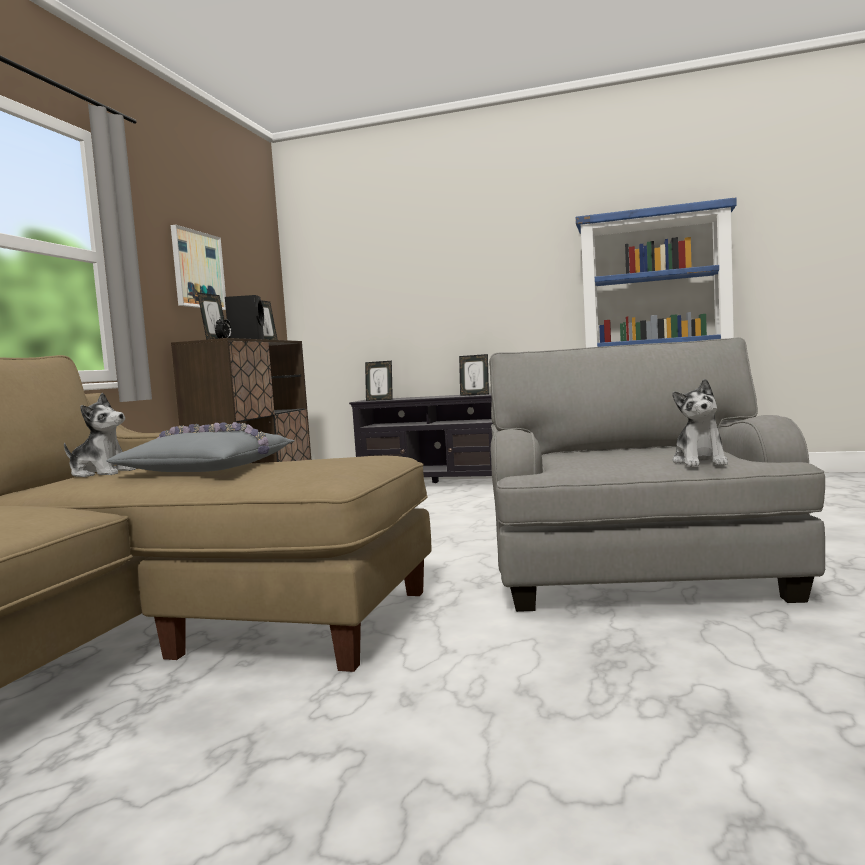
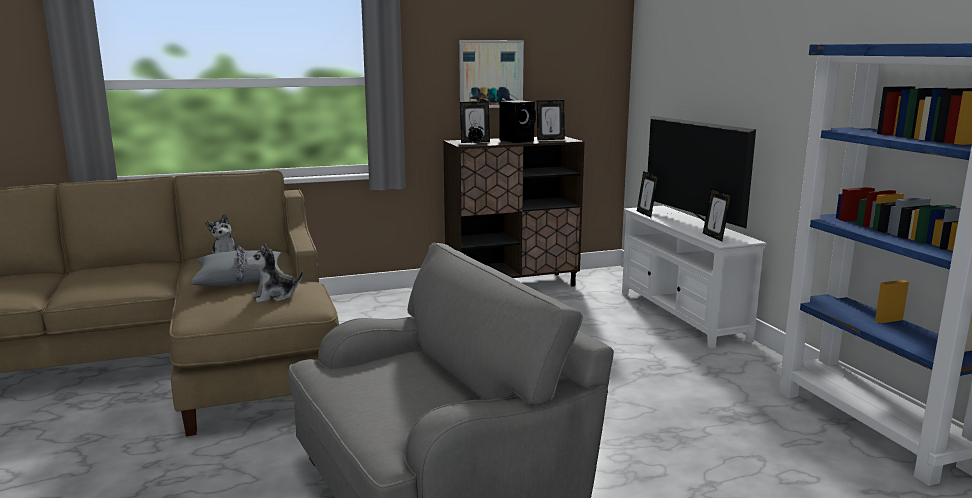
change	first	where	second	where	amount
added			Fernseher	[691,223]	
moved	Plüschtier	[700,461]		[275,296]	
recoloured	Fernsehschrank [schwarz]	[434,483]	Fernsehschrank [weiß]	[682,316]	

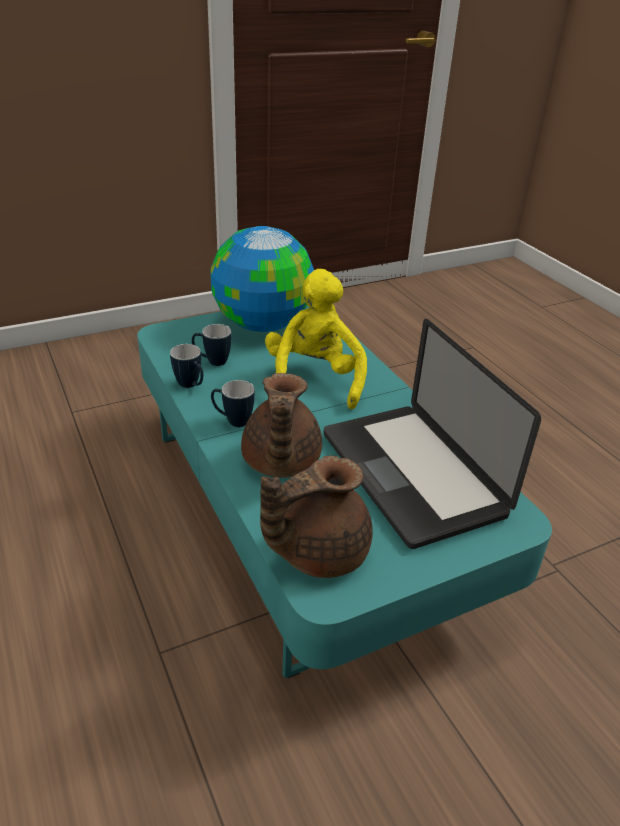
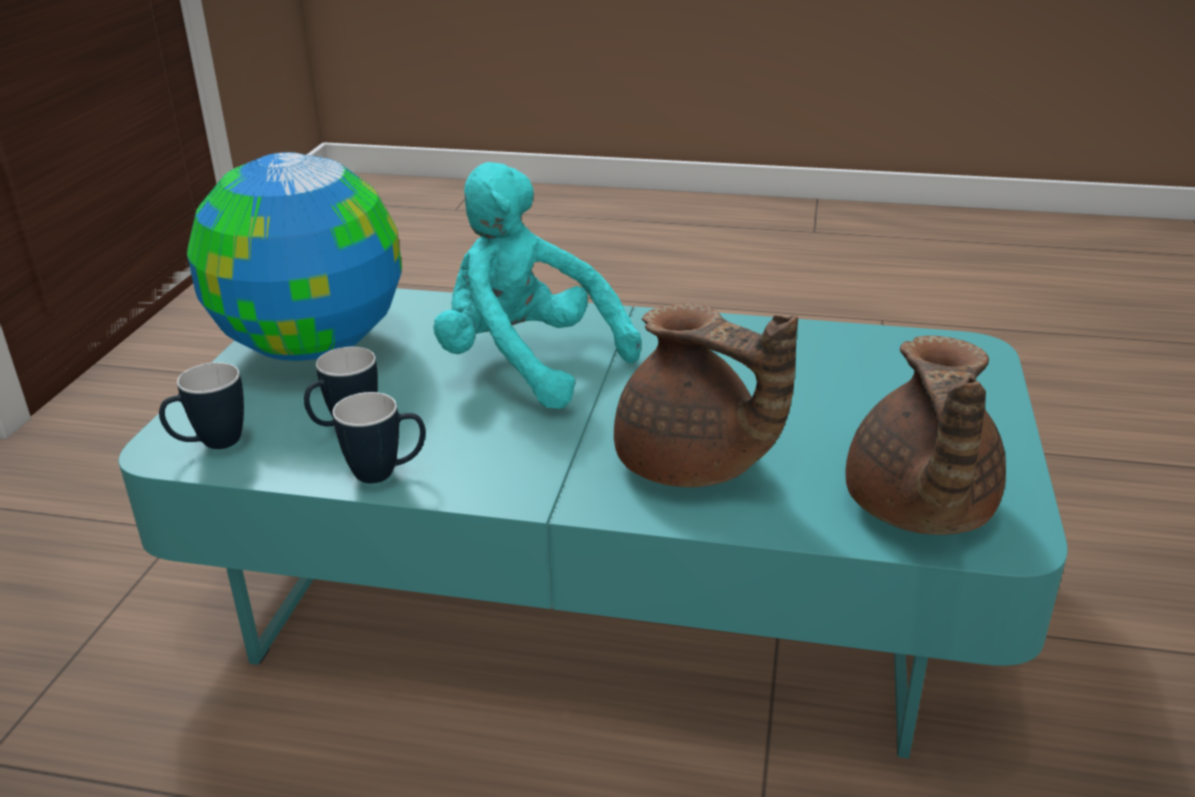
change	first	where	second	where	amount
removed	Laptop	[411,474]			
moved	Henkelbecher	[232,421]		[211,445]	
recoloured	Plüschtier [gelb]	[314,380]	Plüschtier [türkis]	[526,364]	

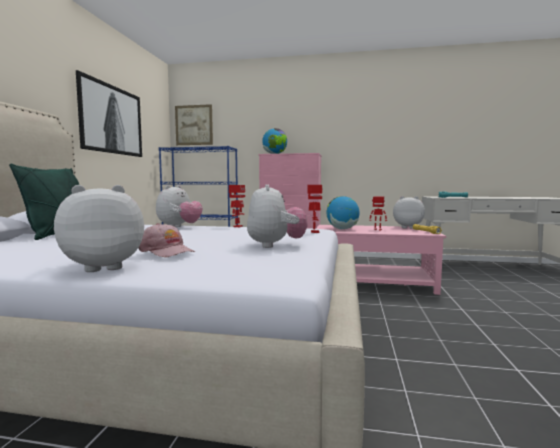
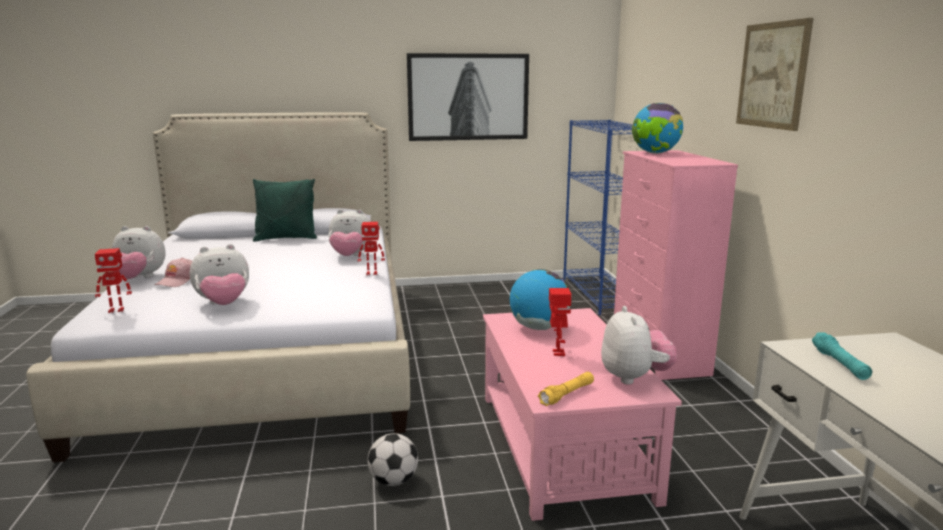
change	first	where	second	where	amount
added			Fußball	[393,481]	
moved	Bild	[194,125]		[772,75]	
moved	Spielzeugroboter	[314,232]		[116,310]	
turned	Plüschtier	[103,267]		[139,279]	135 degrees clockwise

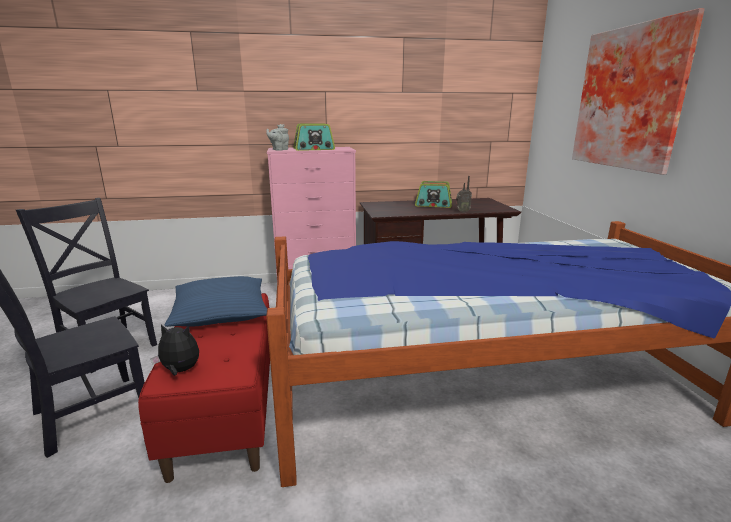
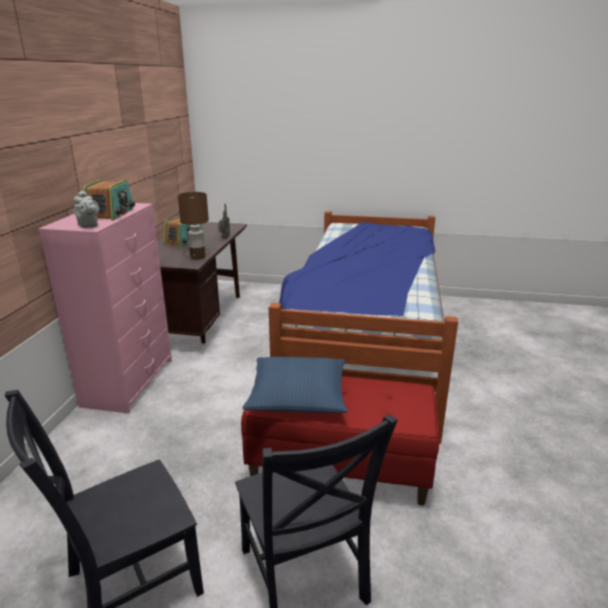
change	first	where	second	where	amount
removed	Plüschtier	[180,371]			
removed	Bild	[631,98]			
added			Tischlampe [braun]	[198,257]	

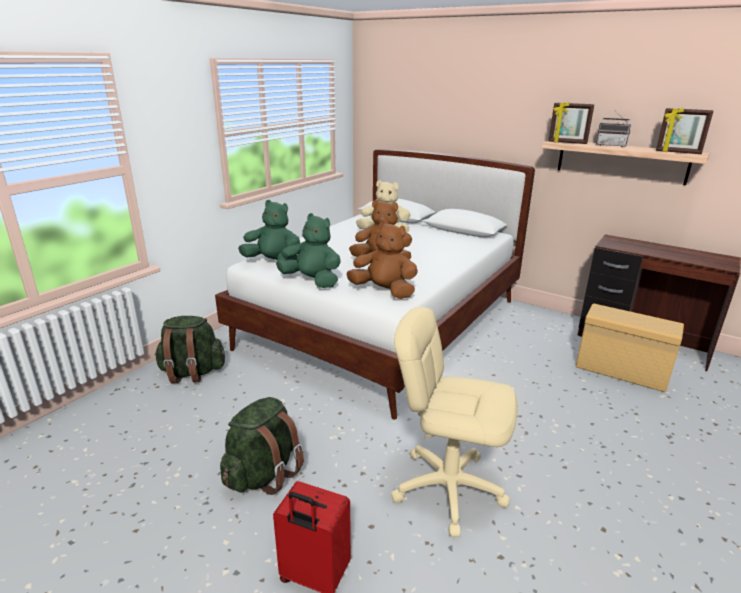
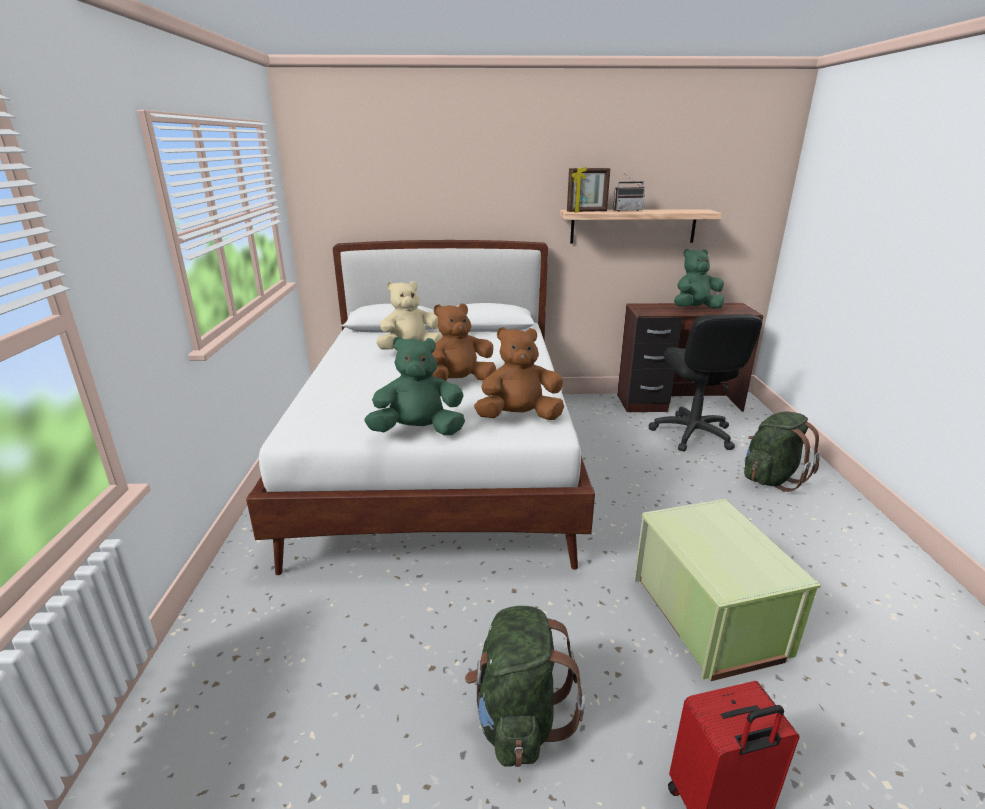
change	first	where	second	where	amount
removed	Bilderrahmen	[678,152]			
moved	Rucksack [grün]	[192,372]		[771,478]	
moved	Plüschtier [grün]	[273,262]		[695,309]	
replaced	Bürostuhl [beige]	[448,488]	Aufbewahrungsbox [grün]	[706,616]	
replaced	Aufbewahrungsbox [beige]	[619,371]	Bürostuhl [schwarz]	[692,434]	

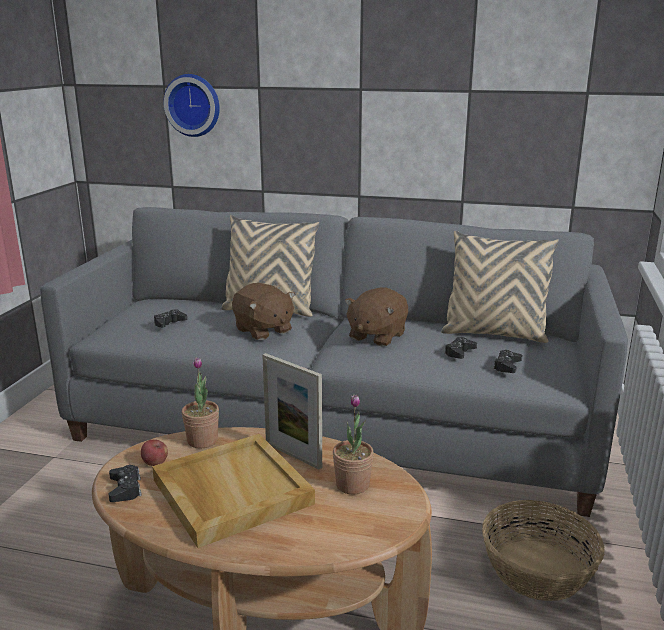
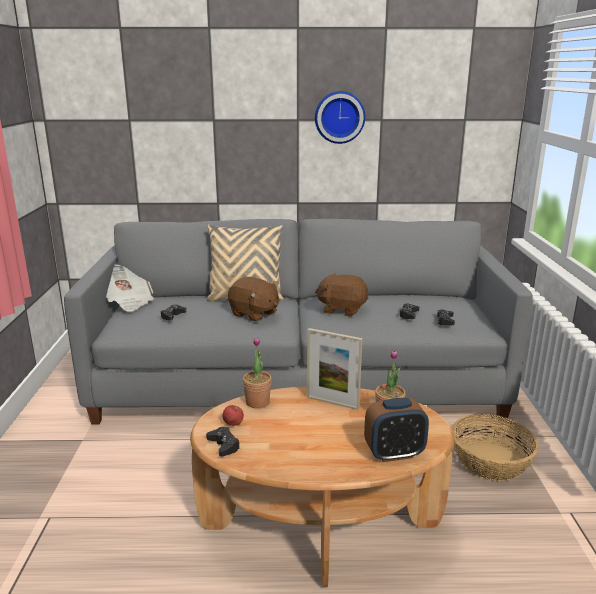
change	first	where	second	where	amount
removed	Tablett [beige]	[230,491]			
removed	Kissen [beige]	[494,334]			
added			Zeitung	[127,301]	
added			Wecker	[394,453]	
moved	Wanduhr	[193,105]		[339,117]	
turned	Plüschtier [braun]	[376,336]		[342,309]	90 degrees clockwise

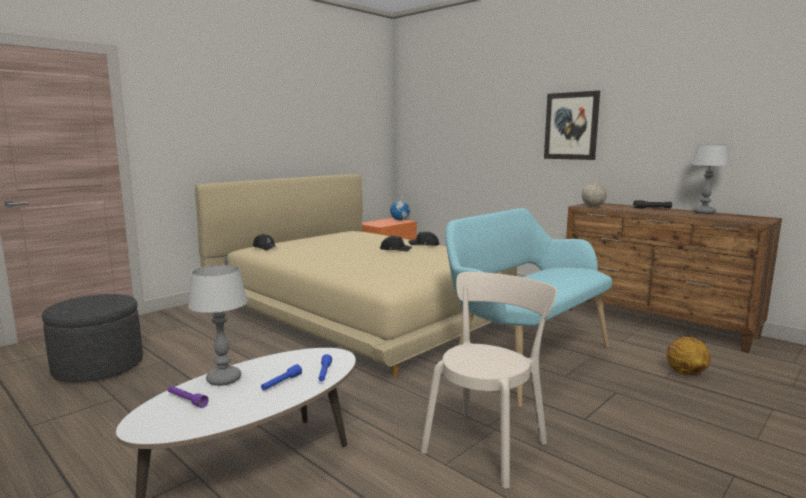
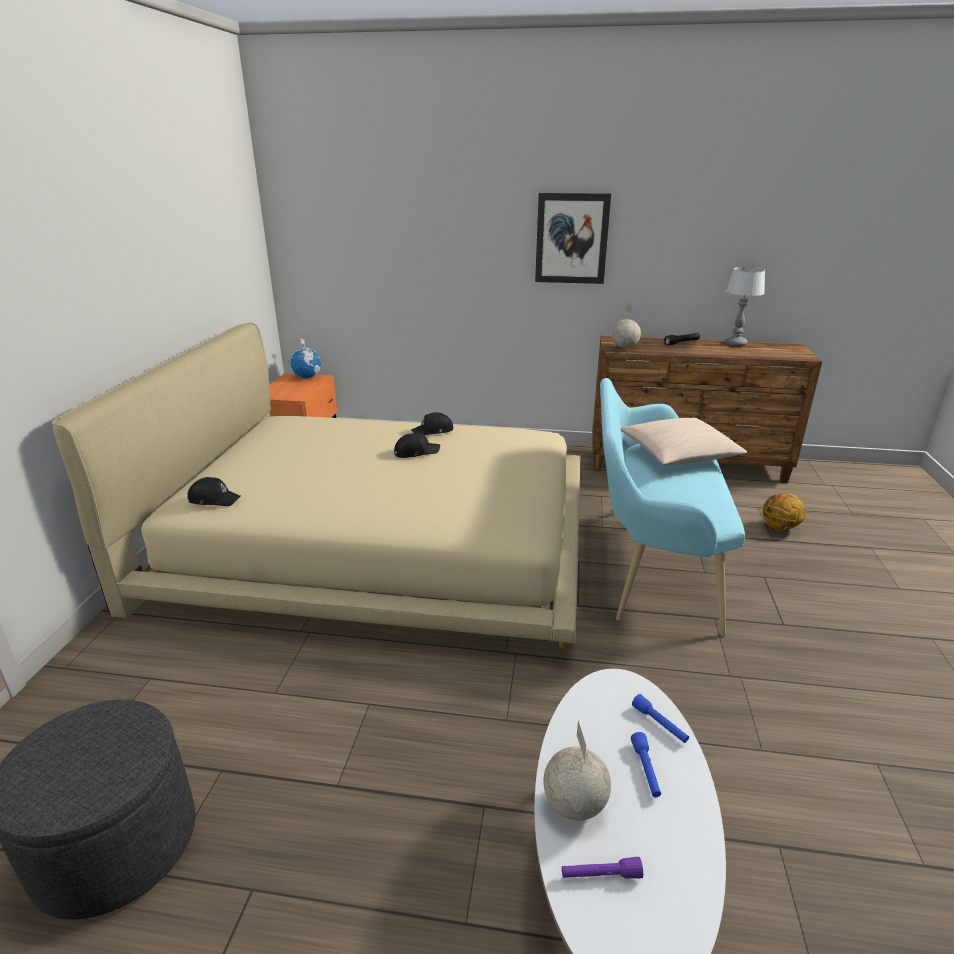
change	first	where	second	where	amount
removed	Stuhl [beige]	[487,444]			
added			Kissen [beige]	[678,454]	
replaced	Tischlampe	[223,379]	Globus	[574,805]	

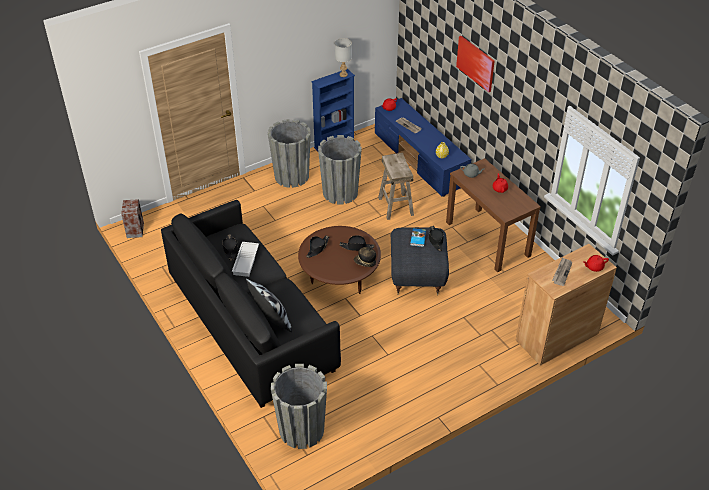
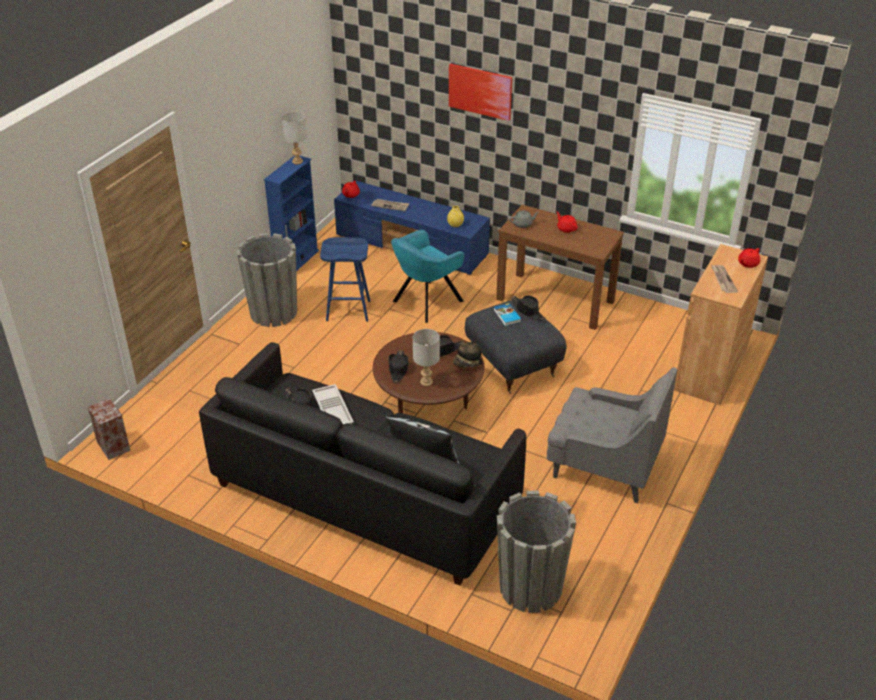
change	first	where	second	where	amount
added			Tischlampe [grau]	[426,382]	
added			Sessel [grau]	[603,466]	
replaced	Pflanzkübel [grau]	[340,193]	Hocker [blau]	[349,310]	
replaced	Hocker [beige]	[395,206]	Sessel [türkis]	[425,302]	

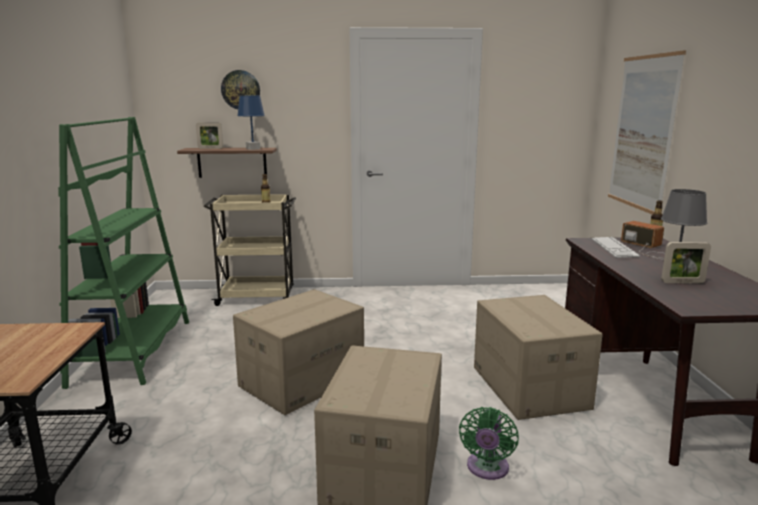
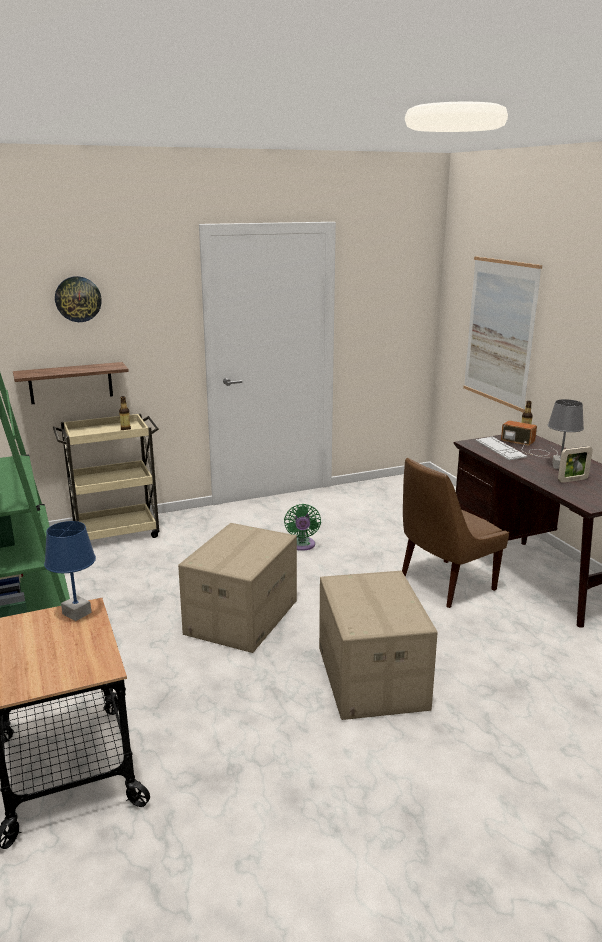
change	first	where	second	where	amount
removed	Bilderrahmen	[210,148]			
moved	Tischlampe [blau]	[253,149]		[77,613]	
moved	Ventilator [grün]	[487,469]		[302,546]	
replaced	Karton	[528,387]	Stuhl [braun]	[444,584]	

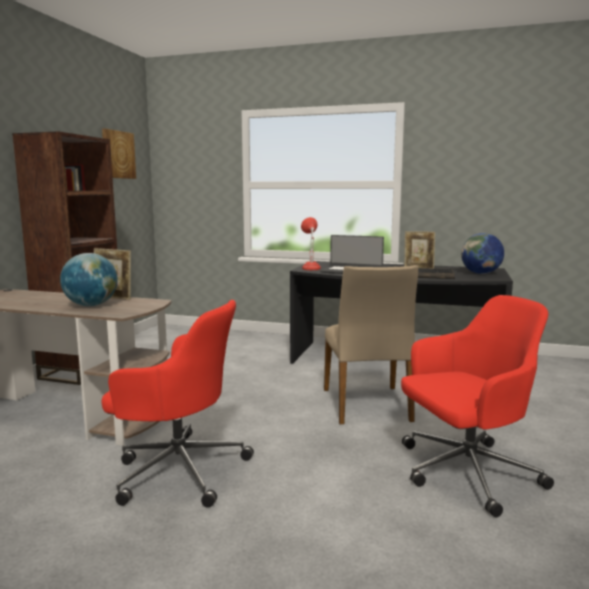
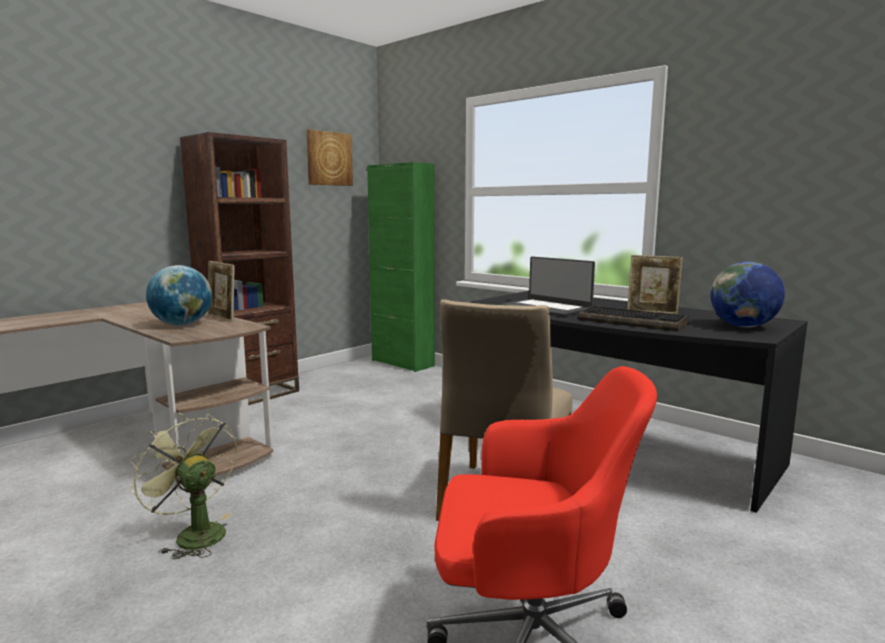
change	first	where	second	where	amount
removed	Tischlampe [rot]	[310,268]			
added			Schrank [grün]	[402,363]	
replaced	Bürostuhl [rot]	[178,469]	Ventilator [grün]	[193,534]	

